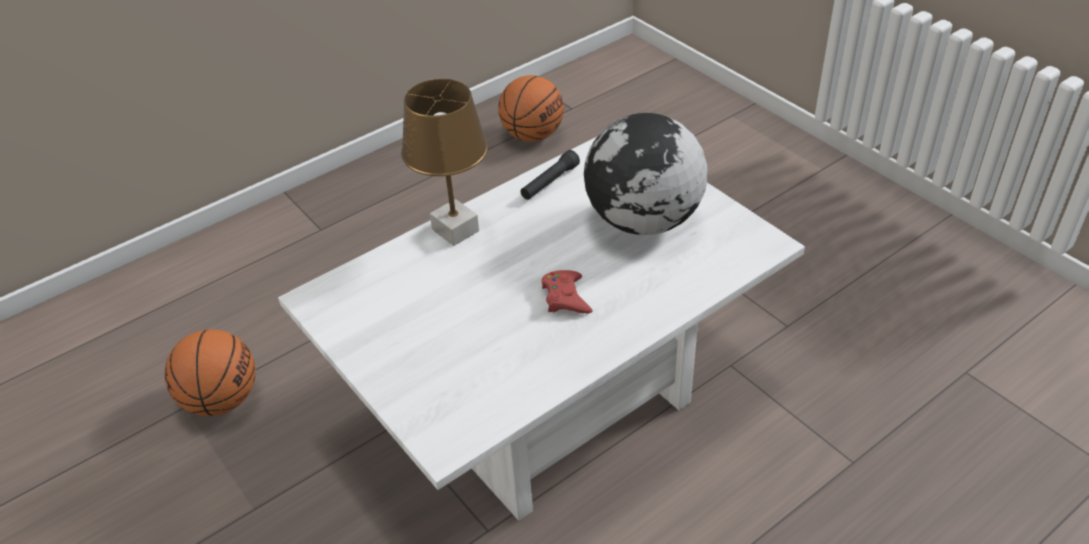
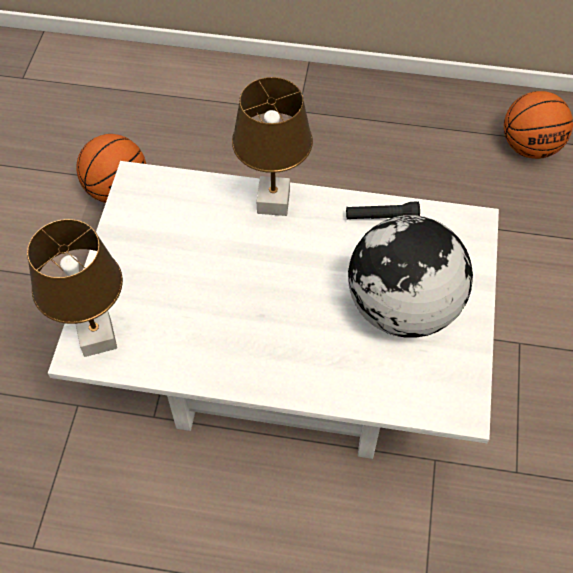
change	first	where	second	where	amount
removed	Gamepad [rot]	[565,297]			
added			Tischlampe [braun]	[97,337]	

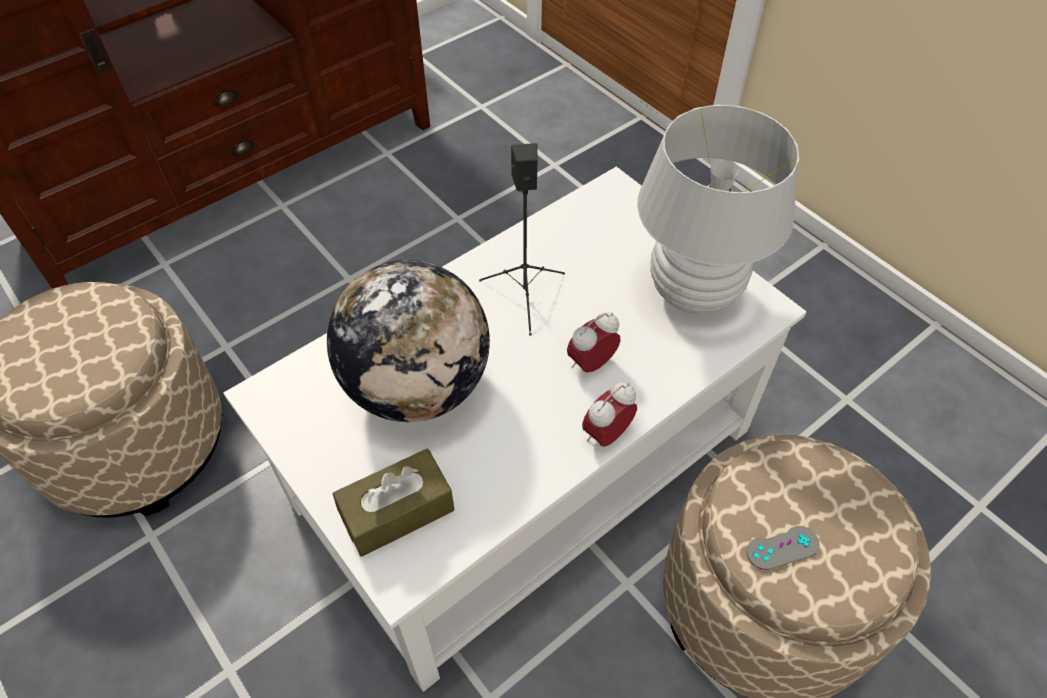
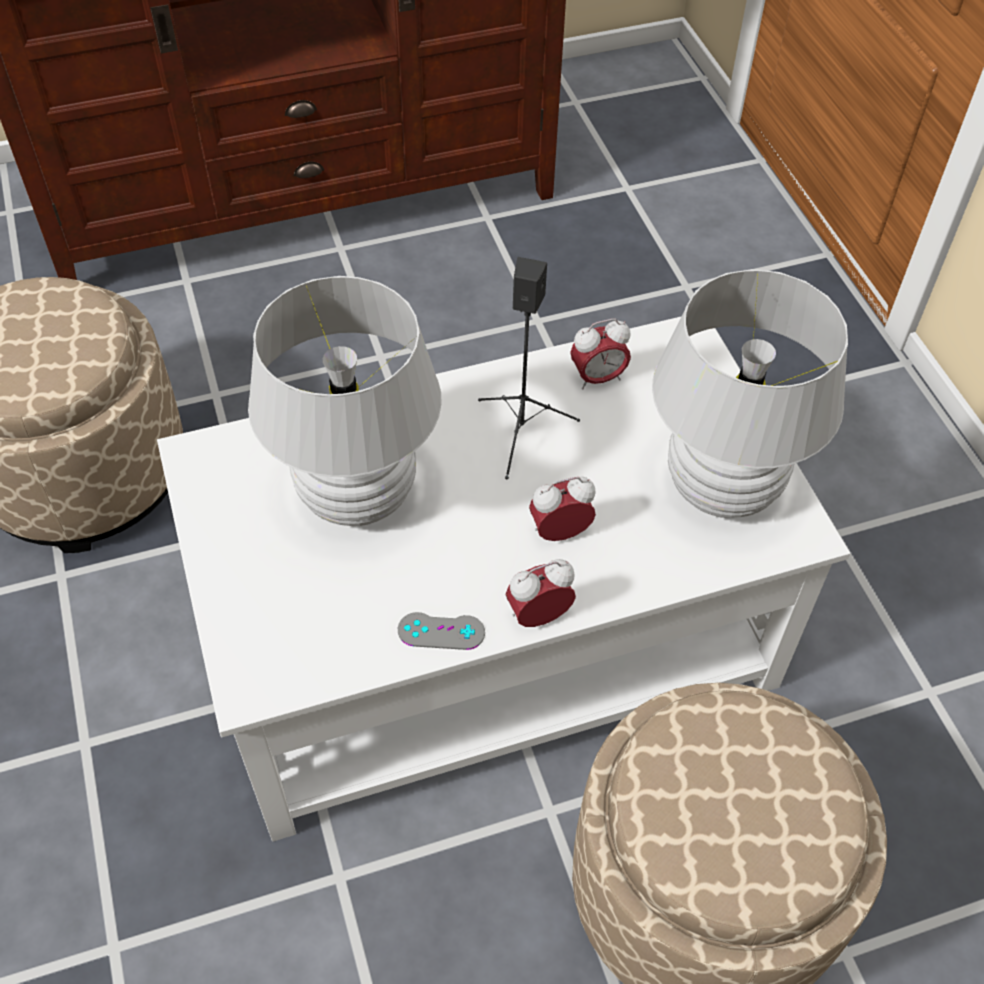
change	first	where	second	where	amount
removed	Taschentuchbox [braun]	[397,511]			
added			Wecker	[597,378]	
moved	Gamepad [grau]	[782,548]		[441,631]	
replaced	Globus	[417,386]	Tischlampe [weiß]	[357,496]	

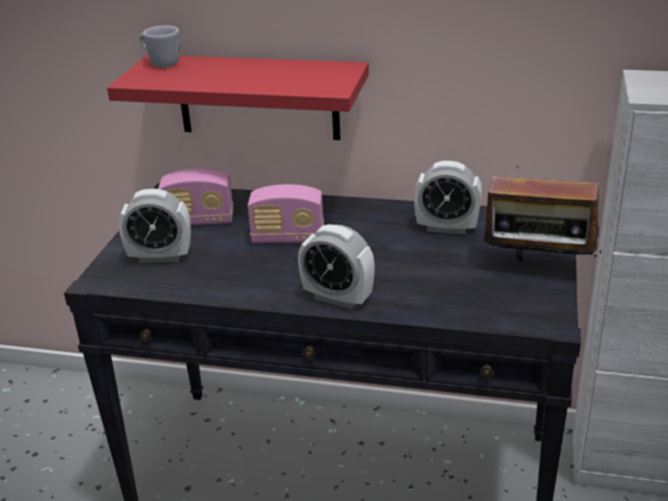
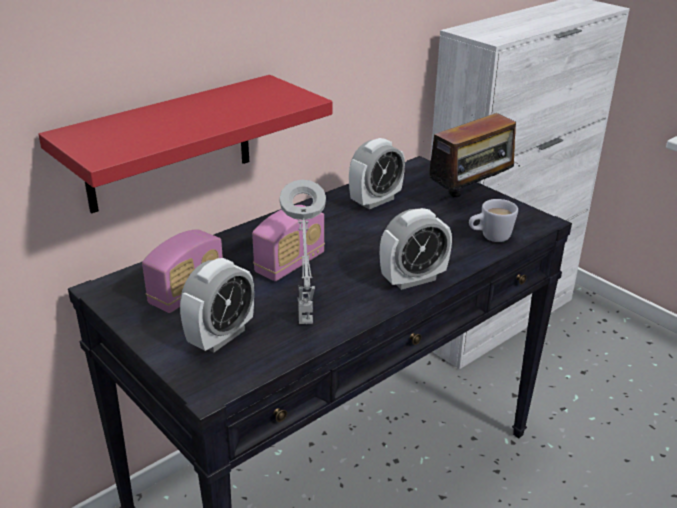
change	first	where	second	where	amount
added			Tischlampe [grau]	[305,325]	
moved	Henkelbecher [weiß]	[160,63]		[490,237]	

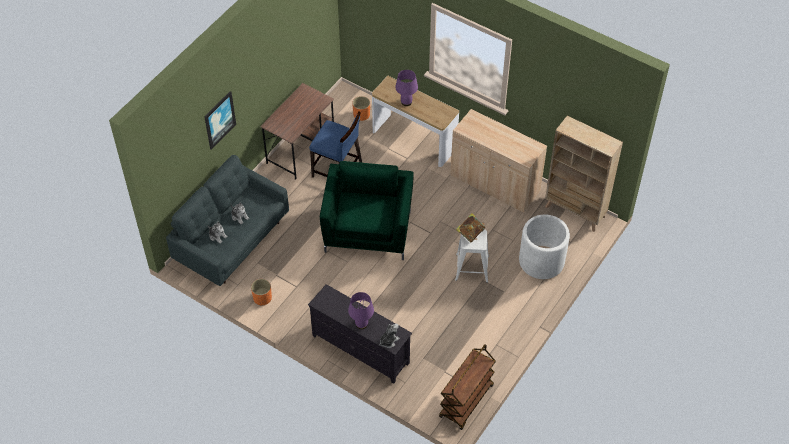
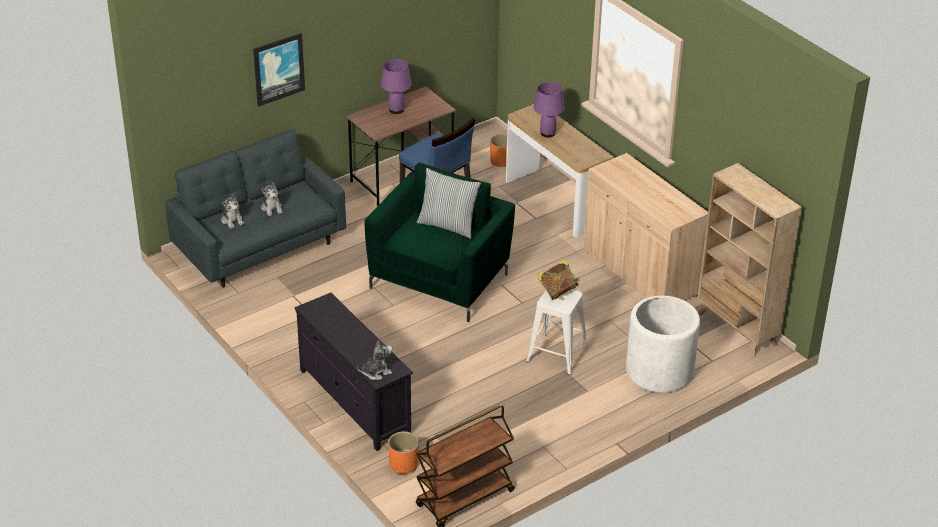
change	first	where	second	where	amount
added			Kissen	[448,225]	
moved	Pflanzkübel [orange]	[262,298]		[403,465]	
moved	Tischlampe [lila]	[361,324]		[397,110]	

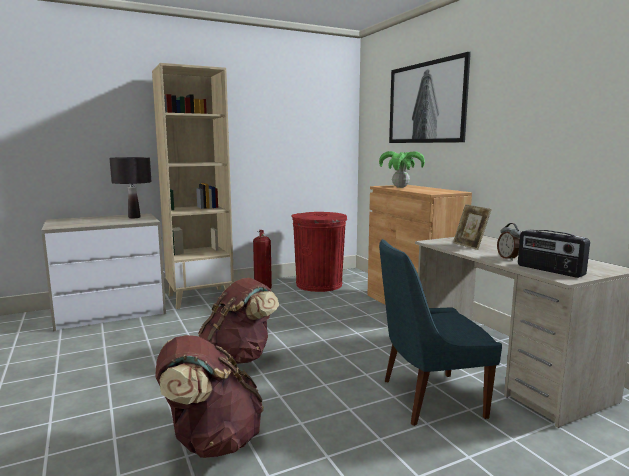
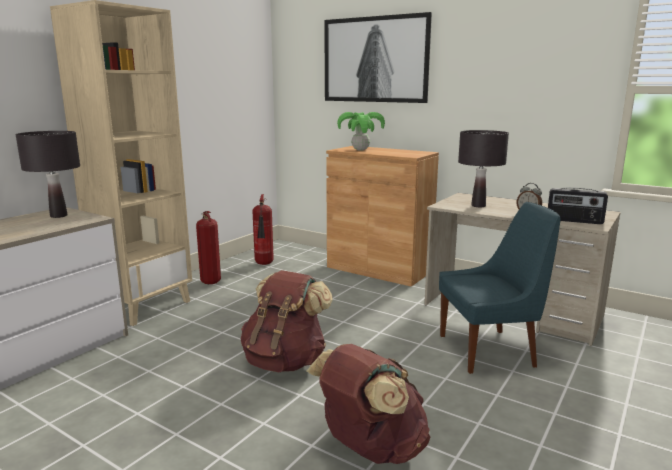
change	first	where	second	where	amount
replaced	Mülleimer [rot]	[319,284]	Feuerlöscher	[264,264]	
replaced	Bilderrahmen	[470,246]	Tischlampe [schwarz]	[478,206]	
turned	Stuhl [blau]	[428,398]		[490,350]	150 degrees counterclockwise

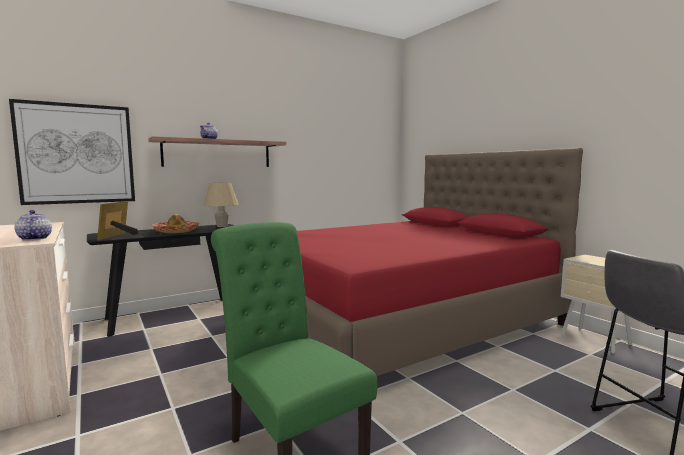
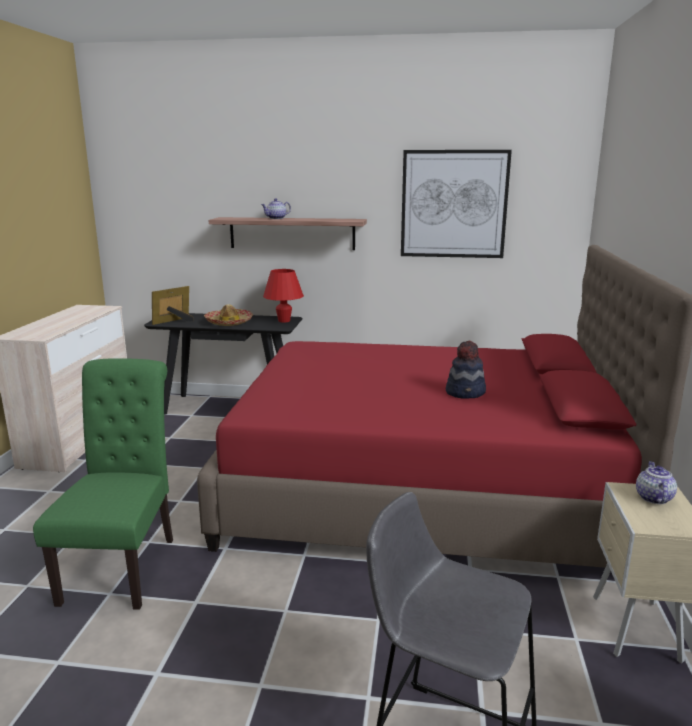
change	first	where	second	where	amount
added			Hut	[466,392]	
moved	Bild	[77,154]		[454,204]	
moved	Teekanne	[34,238]		[653,497]	
recoloured	Tischlampe [beige]	[222,226]	Tischlampe [rot]	[284,321]	

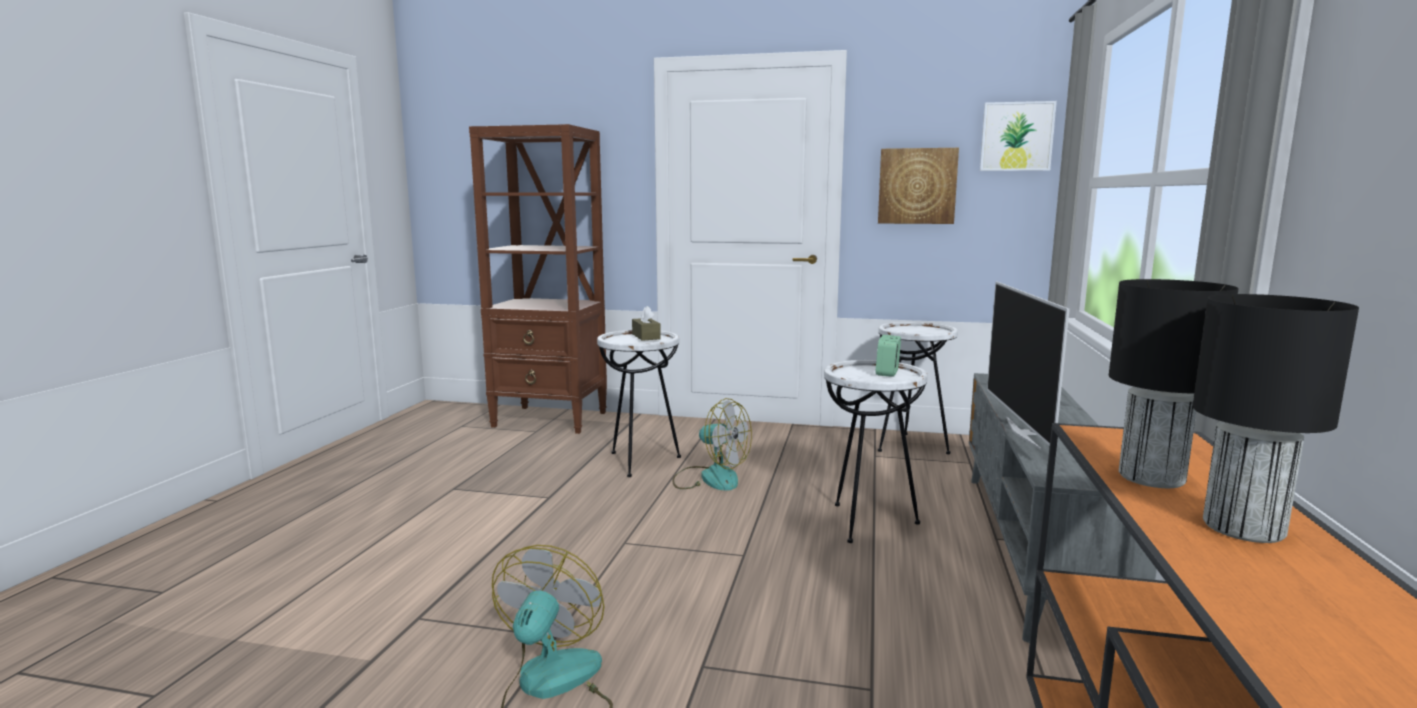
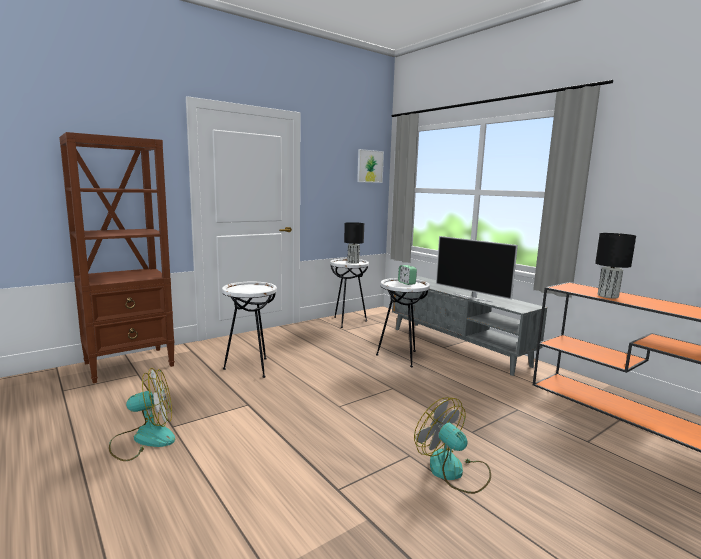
change	first	where	second	where	amount
removed	Taschentuchbox [braun]	[646,336]			
removed	Bild	[917,186]			
moved	Ventilator	[710,478]		[144,439]	
moved	Tischlampe [schwarz]	[1243,529]		[353,262]	

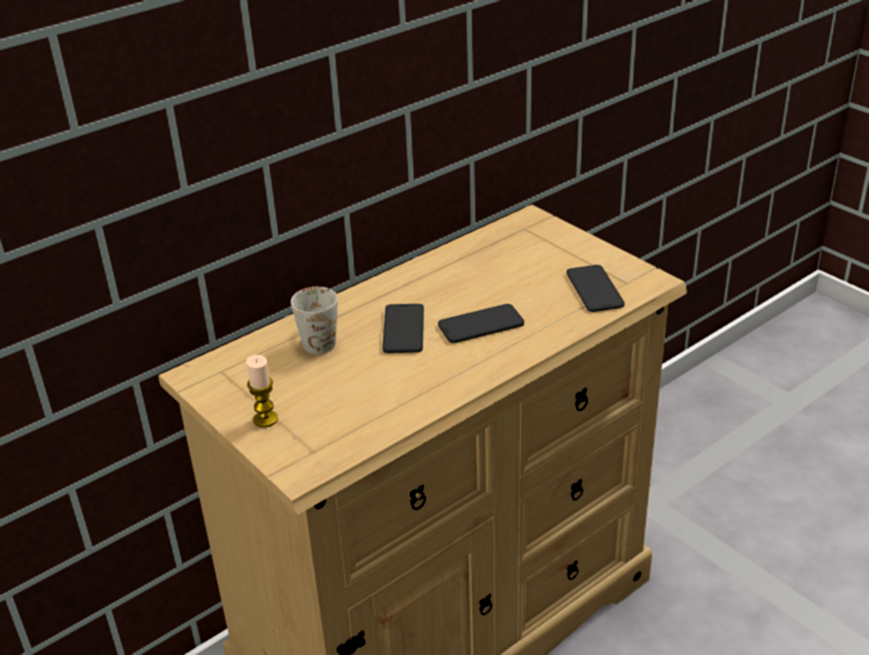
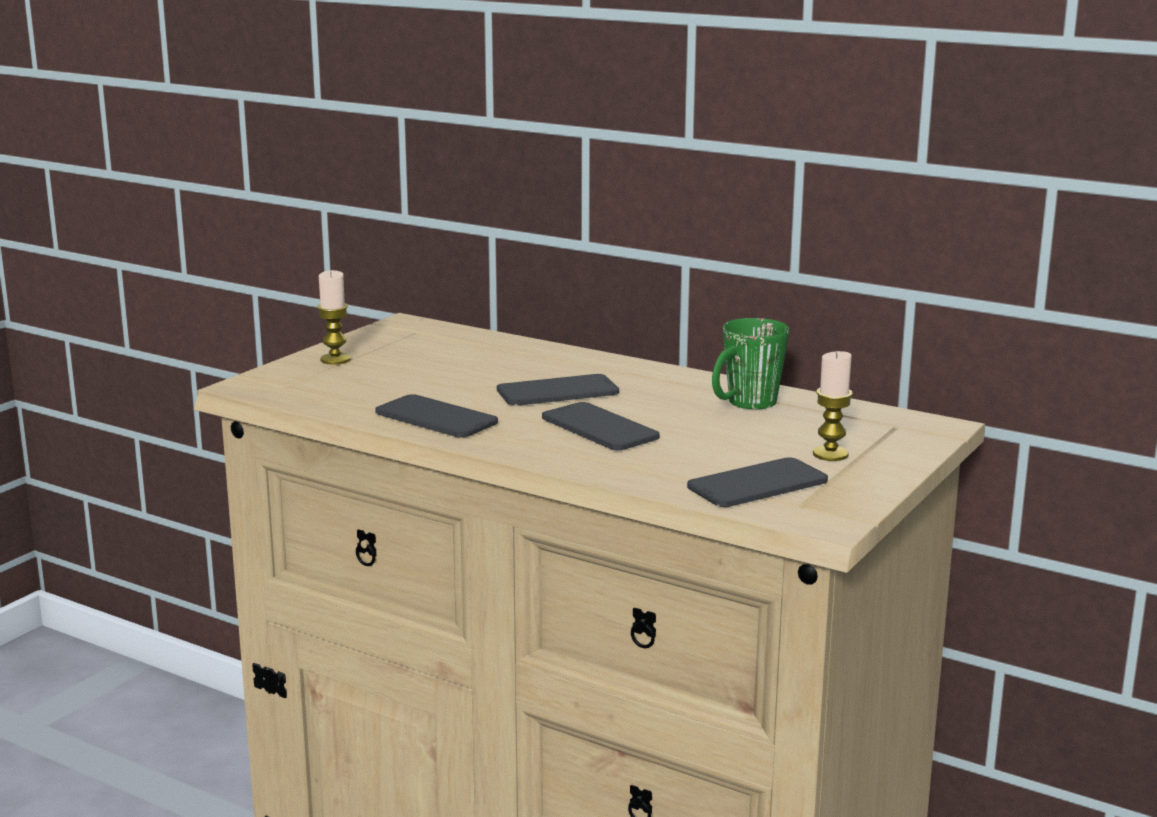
change	first	where	second	where	amount
removed	Henkelbecher [weiß]	[319,338]			
added			Handy	[436,418]	
added			Henkelbecher [grün]	[743,406]	
added			Kerze	[830,454]	

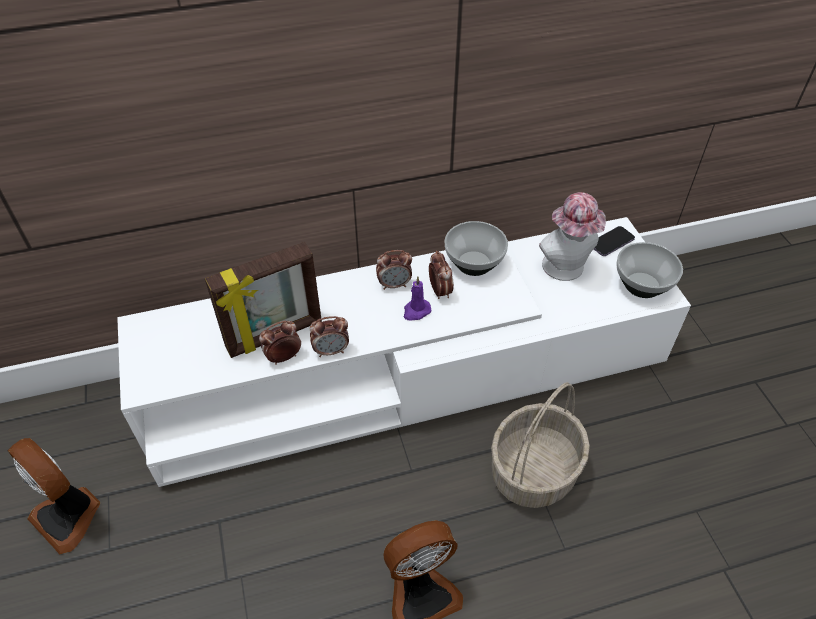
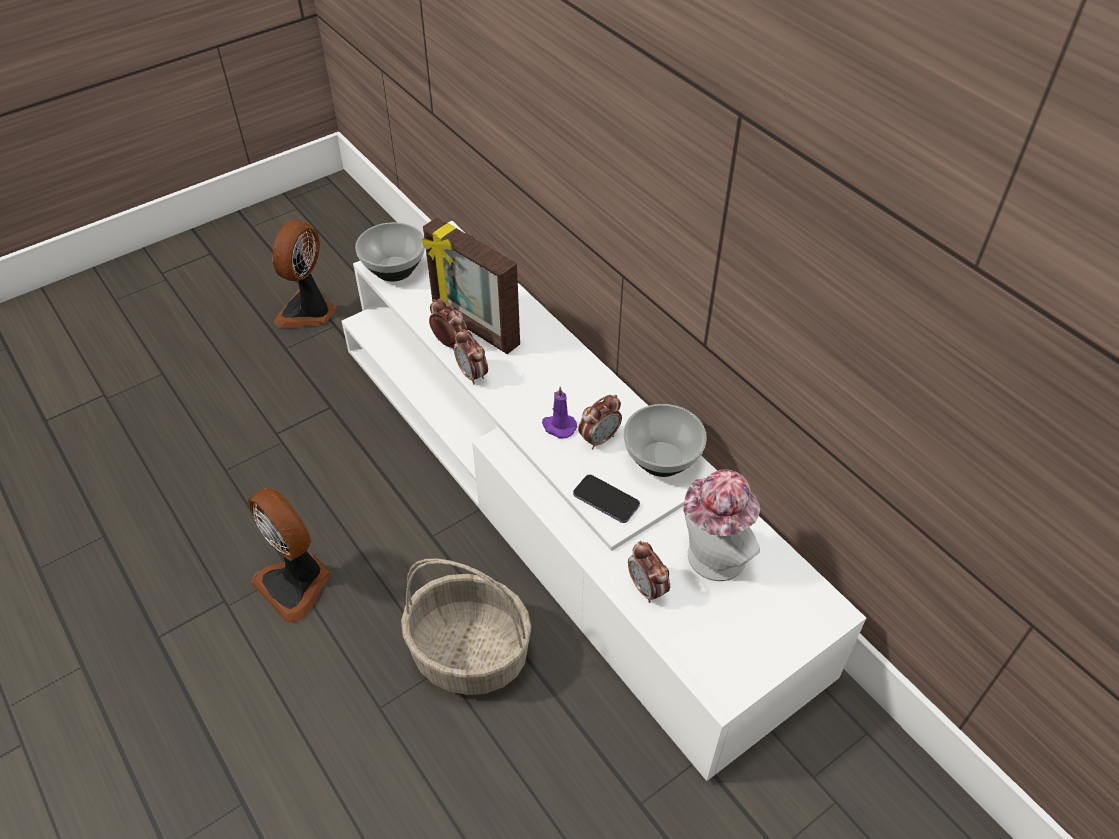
change	first	where	second	where	amount
moved	Wecker	[394,285]		[647,589]	
moved	Handy	[611,242]		[606,500]	
moved	Schüssel	[642,285]		[395,269]	

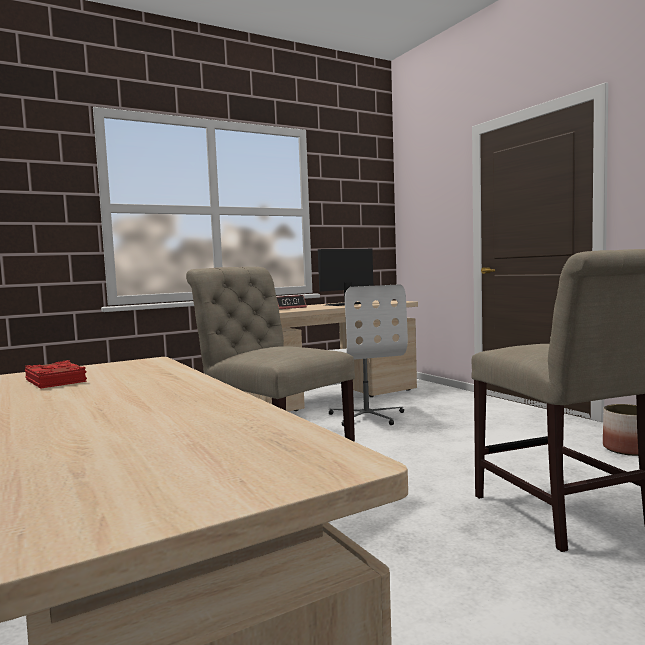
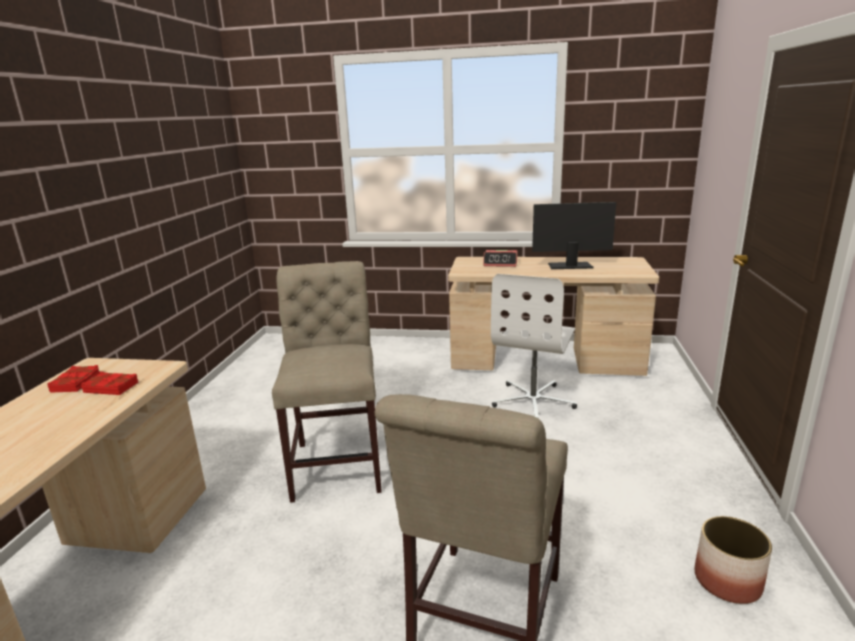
change	first	where	second	where	amount
added			Buch [rot]	[111,387]	

